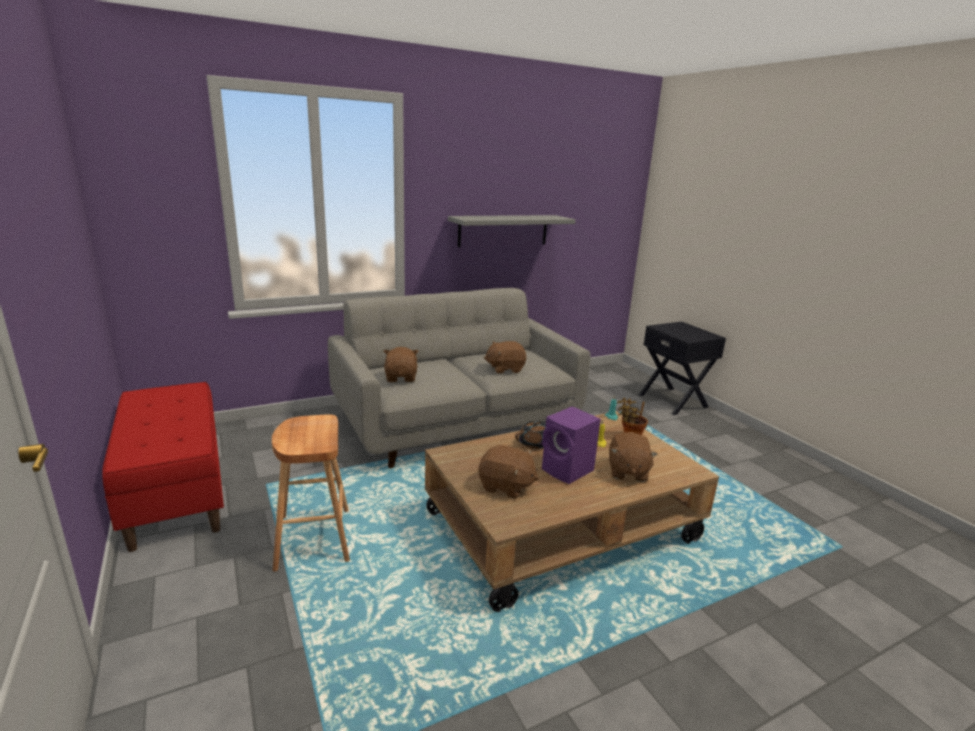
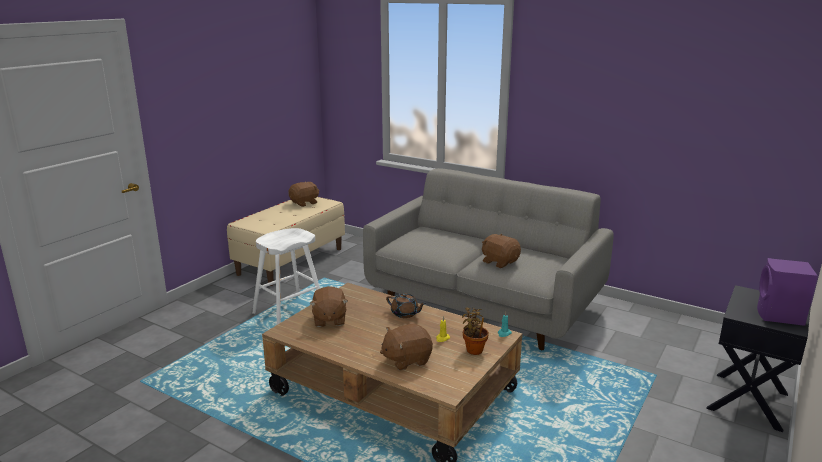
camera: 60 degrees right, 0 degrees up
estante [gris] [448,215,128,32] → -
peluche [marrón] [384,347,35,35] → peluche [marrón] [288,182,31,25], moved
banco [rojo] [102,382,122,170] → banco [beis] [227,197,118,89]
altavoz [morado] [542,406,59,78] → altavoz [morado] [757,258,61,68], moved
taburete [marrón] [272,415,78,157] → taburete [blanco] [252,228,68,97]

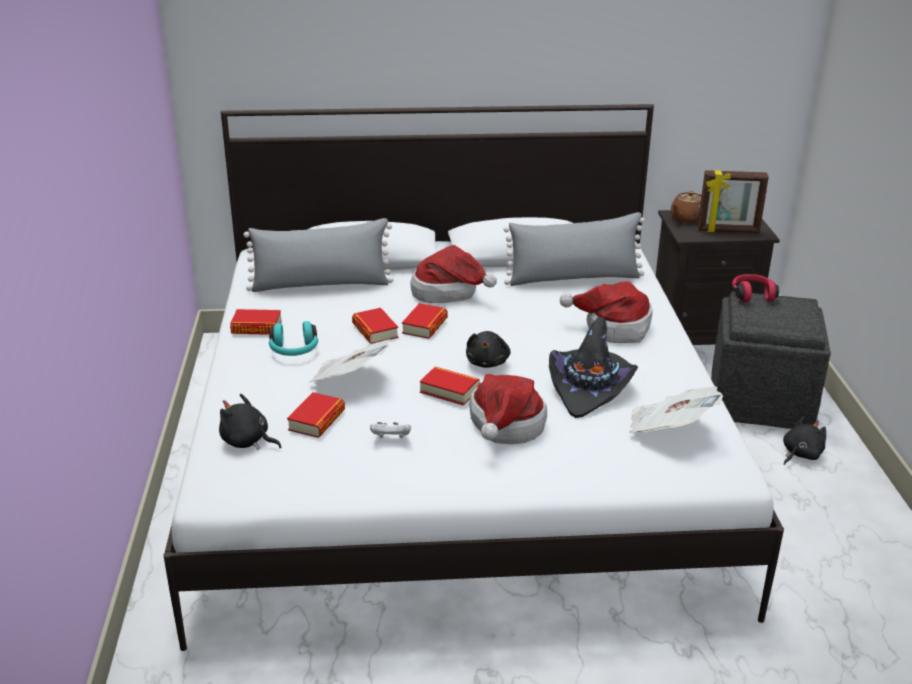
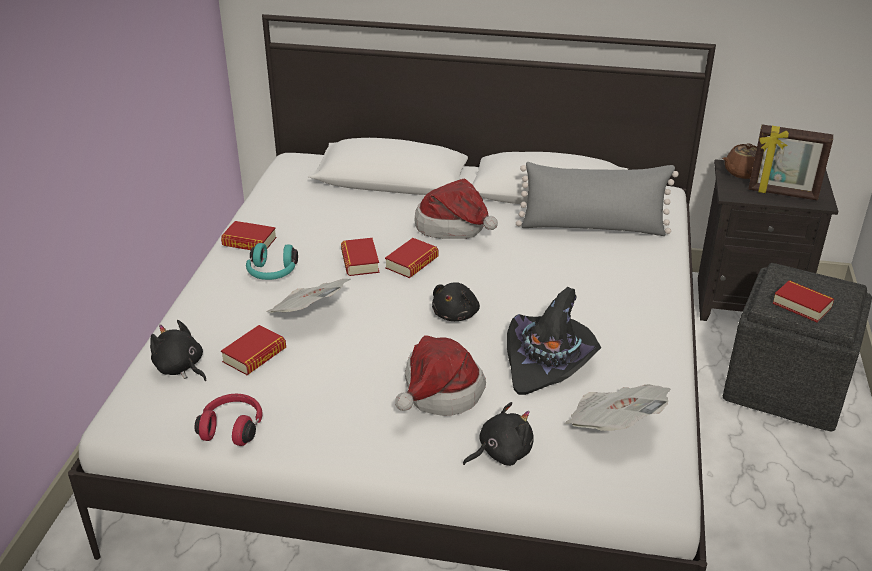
camera: 15 degrees right, 5 degrees up
cojín [gris] [243,218,150,74] → -
auriculares [rojo] [732,274,47,28] → auriculares [rojo] [195,394,68,52], moved
sombrero [560,281,93,62] → -
libro [420,367,60,39] → libro [772,280,62,42], moved
peluche [negro] [783,416,43,49] → peluche [negro] [463,402,71,64], moved
mando de consola [blanco] [370,422,41,16] → -

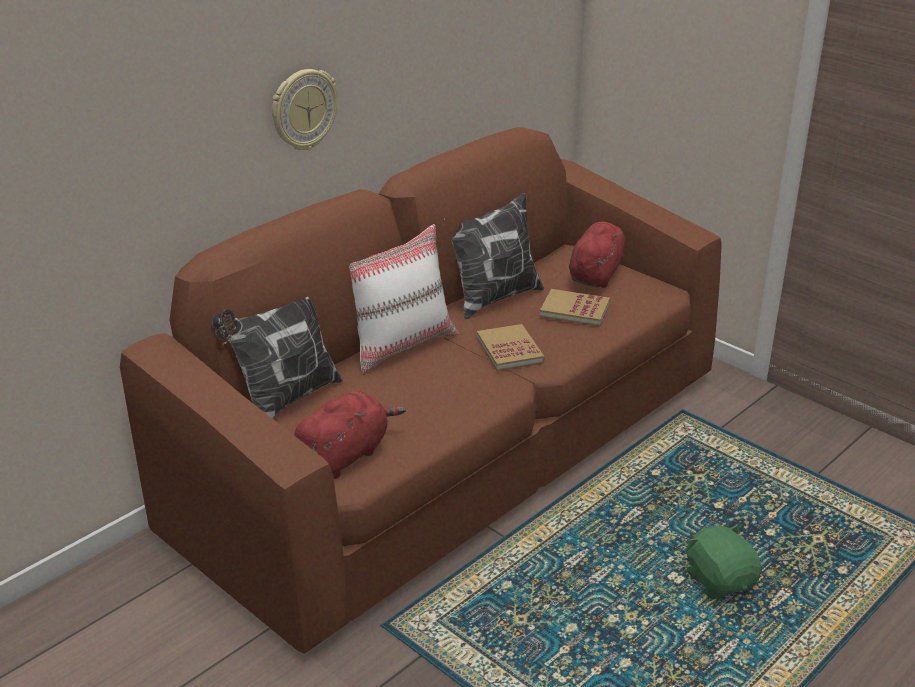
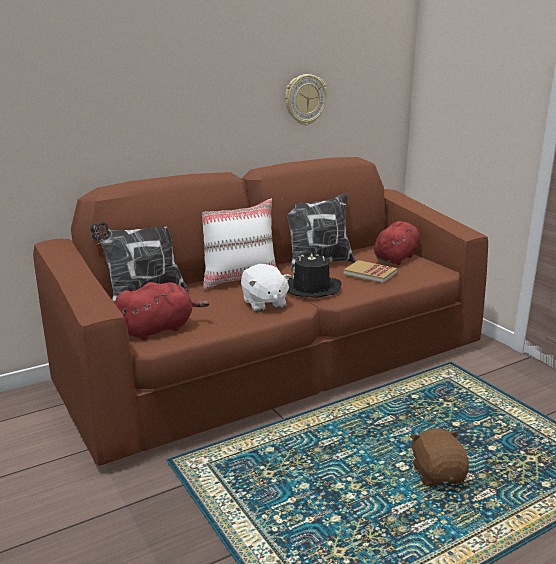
camera: 15 degrees right, 10 degrees down
reloj de pared [272,69,66,81] → reloj de pared [285,74,42,51], moved
libro [477,324,68,47] → sombrero [negro] [288,254,53,44]
peluche [verde] [685,525,77,74] → peluche [marrón] [410,428,59,58]
- → peluche [blanco] [241,264,50,48]

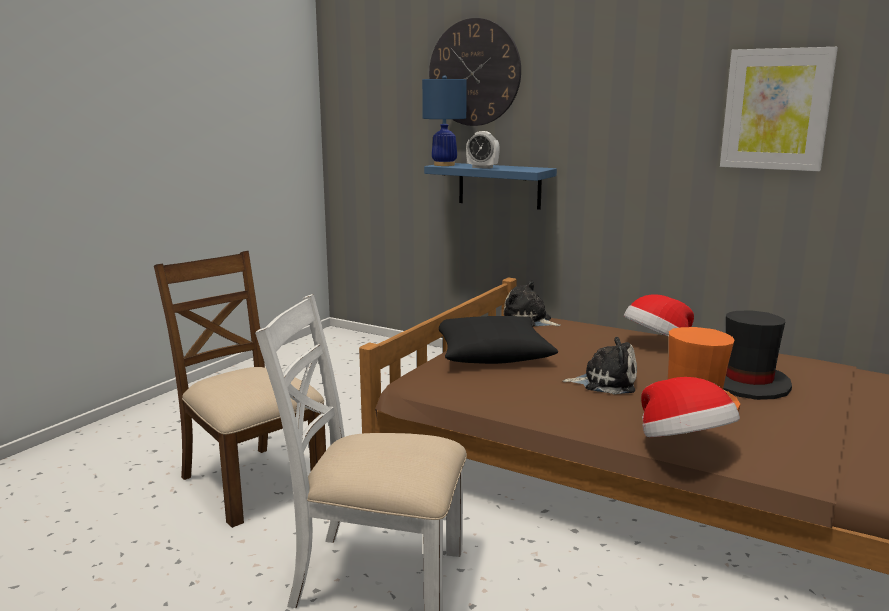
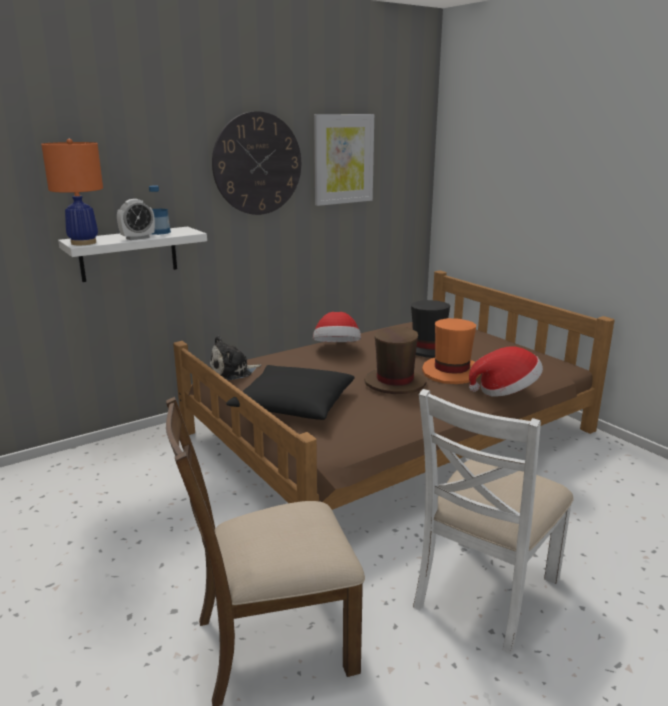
camera: 65 degrees left, 5 degrees up
reloj de pared [429,18,92,108] → reloj de pared [212,111,89,104], moved
lámpara de mesa [azul] [422,75,45,91] → lámpara de mesa [naranja] [41,139,62,106]
estante [azul] [424,163,133,47] → estante [blanco] [58,227,149,55]
peluche [563,337,74,57] → sombrero [marrón] [364,327,62,67]
- → botella [149,185,22,50]

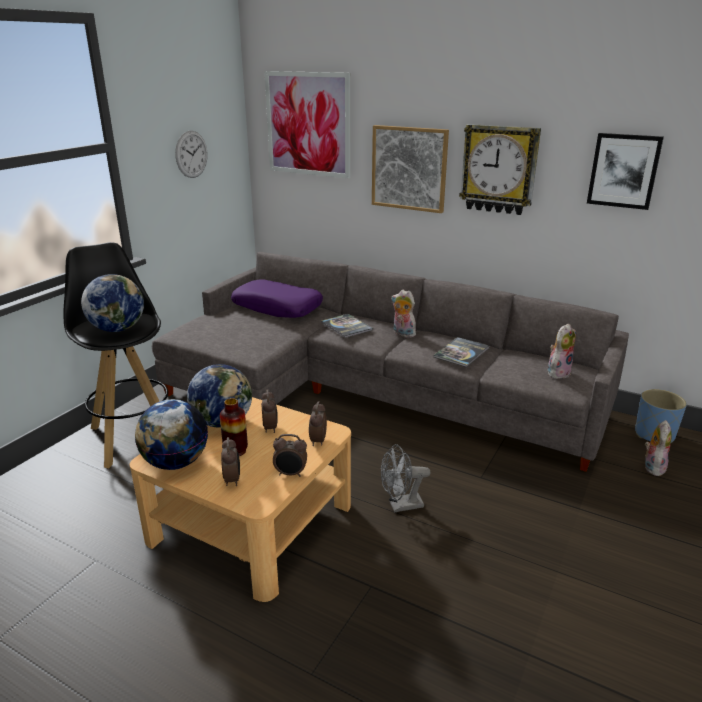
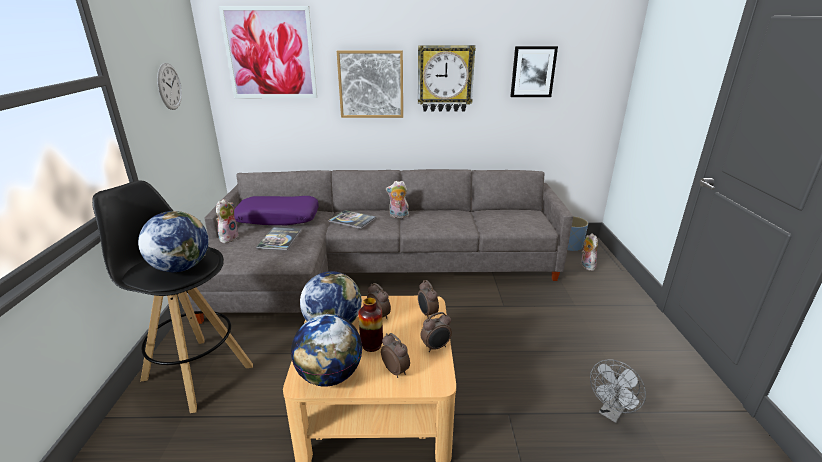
camera: 30 degrees left, 0 degrees up
peluche [548,324,28,55] → peluche [216,199,23,44], moved
libro [434,337,55,30] → libro [256,227,46,23], moved
ventilador [gris] [381,444,49,68] → ventilador [gris] [590,359,56,64], moved

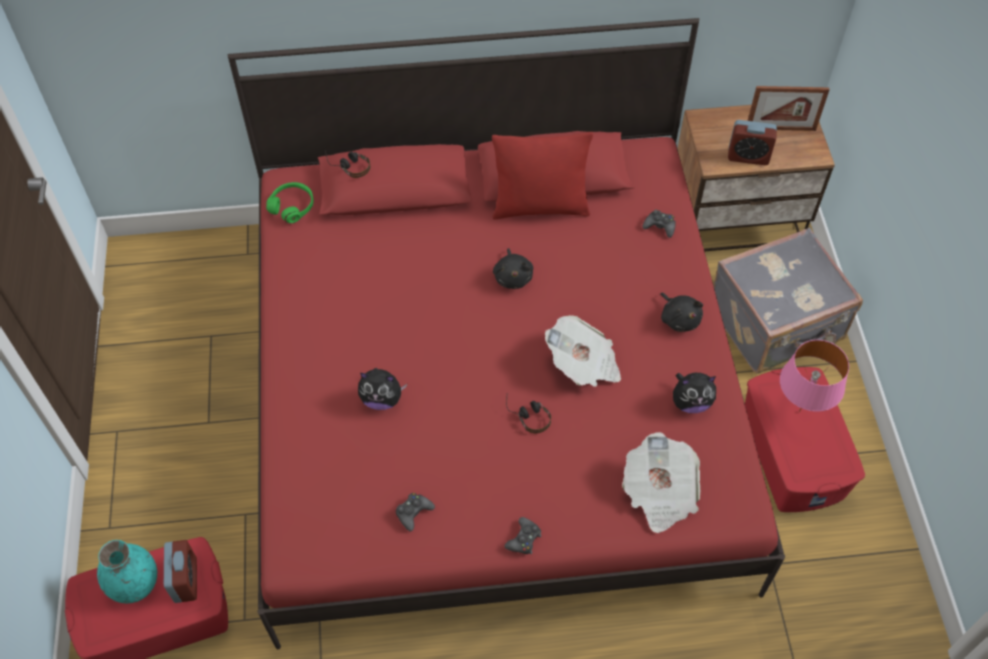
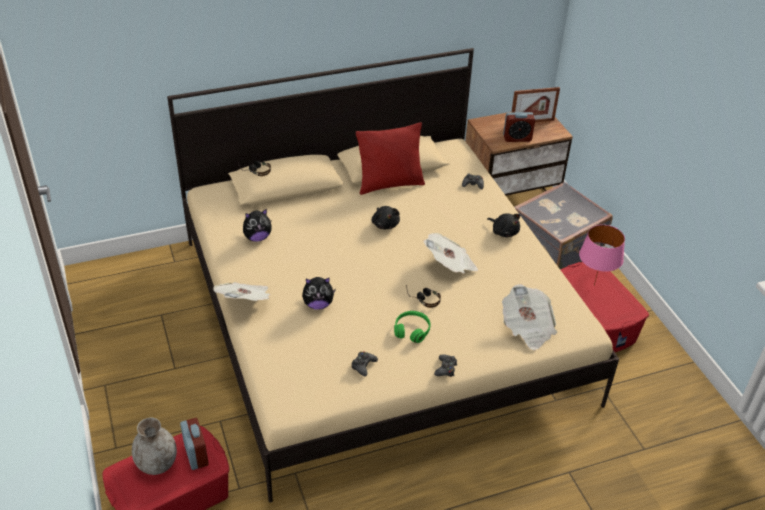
camera: 15 degrees left, 15 degrees down
cama [rojo] [228,18,557,631] → cama [beis] [167,48,452,455]
auriculares [verde] [266,182,48,41] → auriculares [verde] [394,311,37,32], moved
peluche [673,373,43,40] → peluche [243,209,29,33], moved
florero [turquesa] [97,540,60,63] → florero [gris] [132,418,45,57]
- → periódico [213,282,57,19]

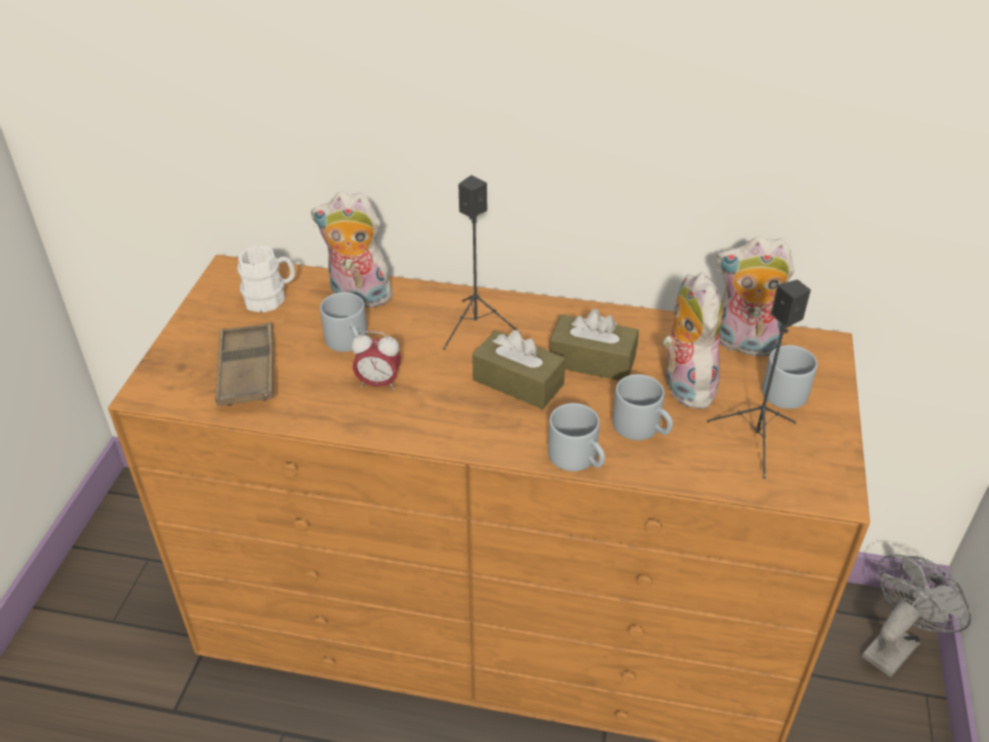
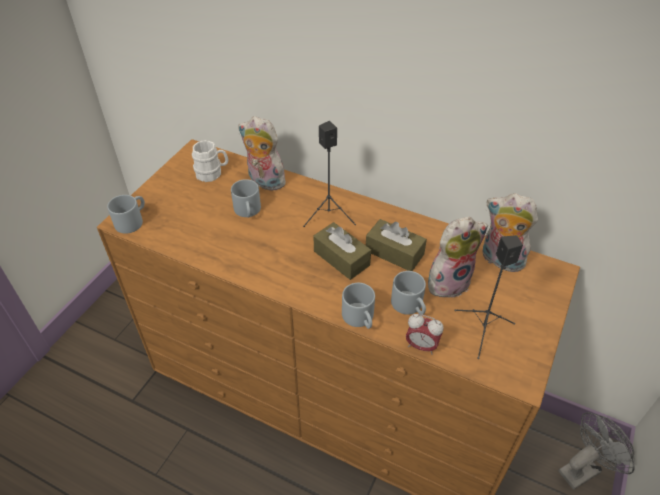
camera: 15 degrees right, 5 degrees up
peluche [663,272,60,137] → peluche [428,217,60,81], 60 degrees clockwise
bandeja [marrón] [215,322,59,84] → -
despertador [351,331,50,59] → despertador [406,314,37,41], moved
taza grande [gris] [762,345,56,64] → taza grande [gris] [107,195,38,39], moved

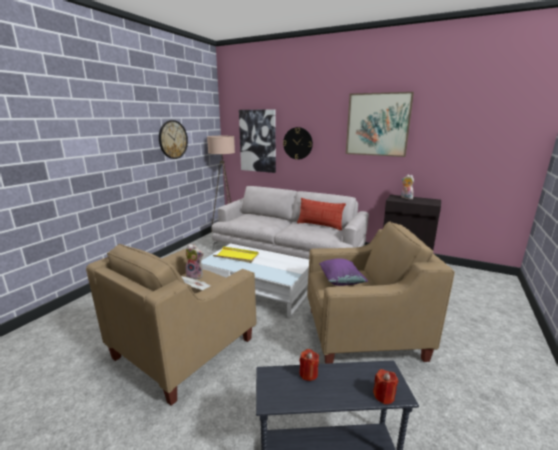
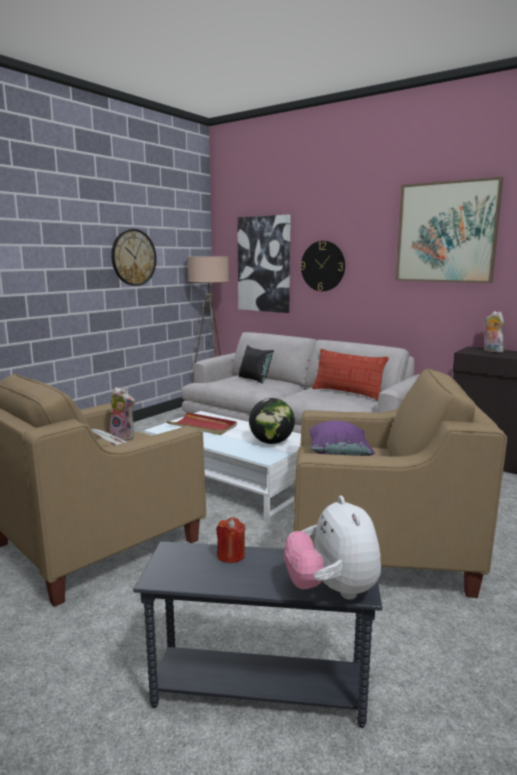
camera: 10 degrees right, 5 degrees down
bandeja [amarillo] [213,246,46,17] → bandeja [rojo] [167,412,70,23]
vela [rojo] [373,369,25,35] → peluche [284,496,97,104]
- → cojín [negro] [239,345,35,39]
- → globo terráqueo [249,398,46,46]

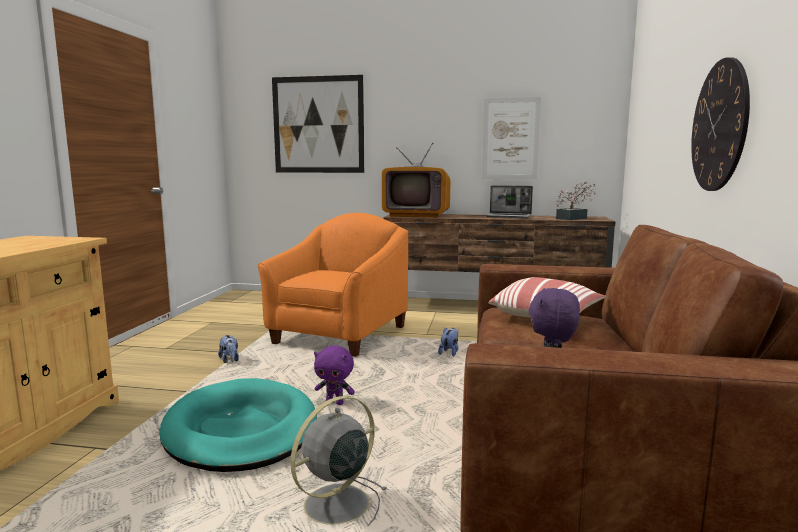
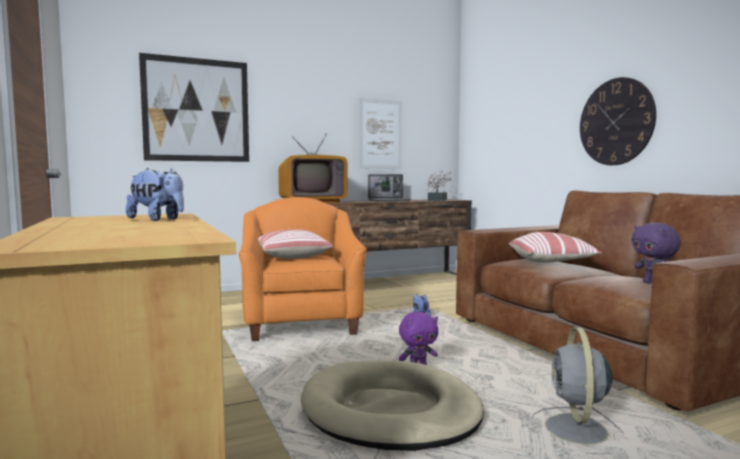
camera: 35 degrees left, 5 degrees down
peluche [218,335,21,28] → peluche [126,168,58,53], moved
cama para perro [turquesa] [159,378,158,94] → cama para perro [beis] [301,360,183,91]
- → cojín [258,229,76,30]

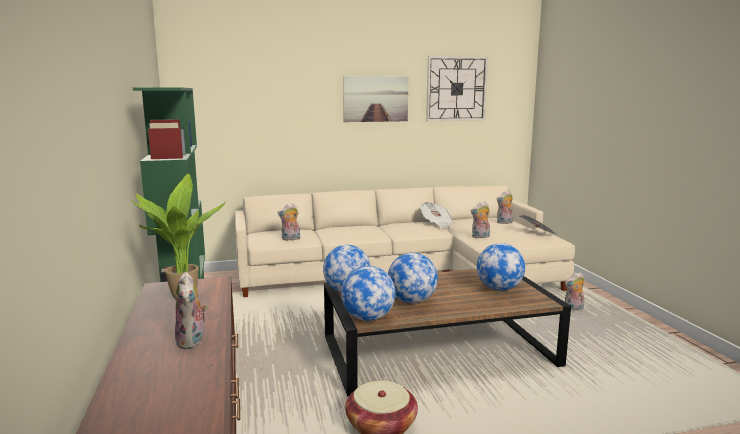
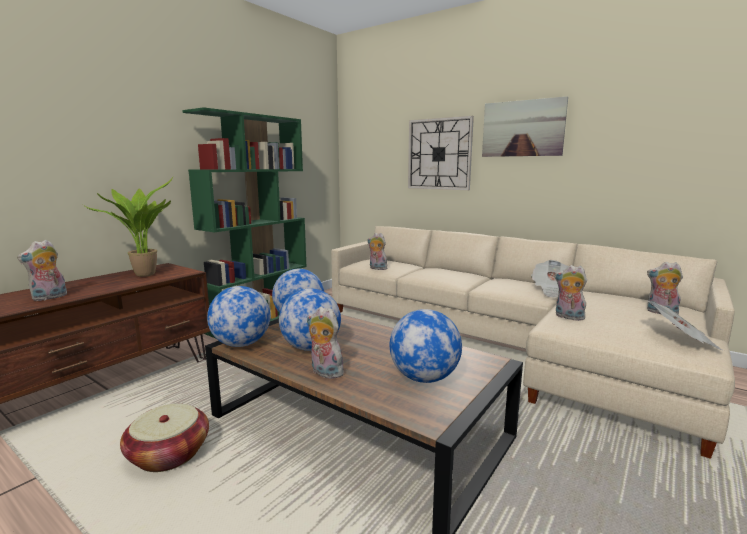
camera: 50 degrees right, 0 degrees up
reloj de pared [426,56,62,65] → reloj de pared [408,116,66,74], moved
peluche [565,272,19,39] → peluche [307,307,37,72], moved

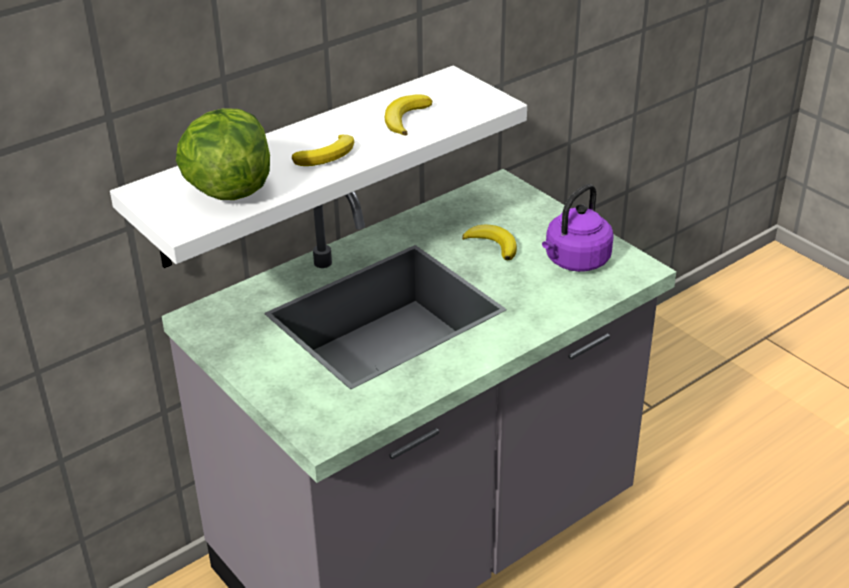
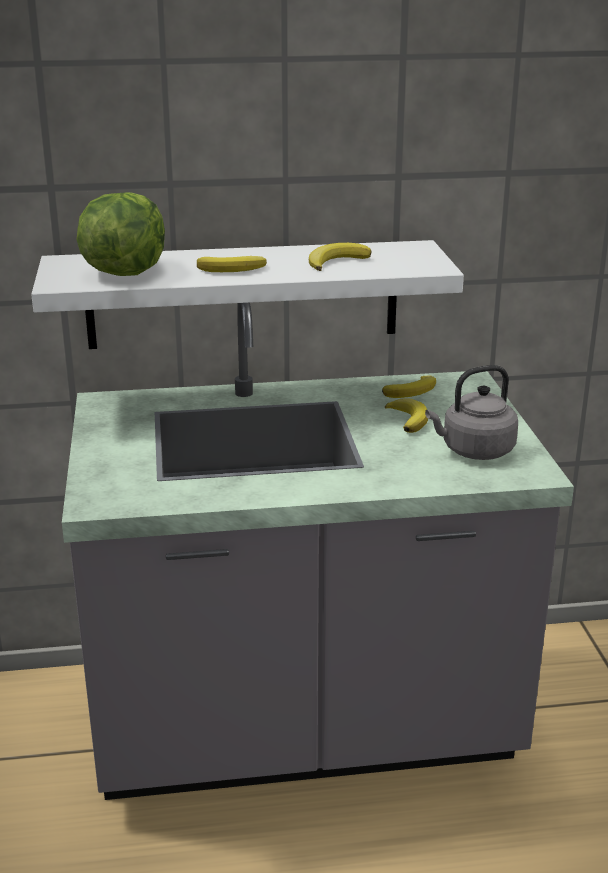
camera: 30 degrees right, 10 degrees down
hervidor [morado] [542,184,72,88] → hervidor [gris] [425,365,93,95]
- → plátano [382,375,54,23]

